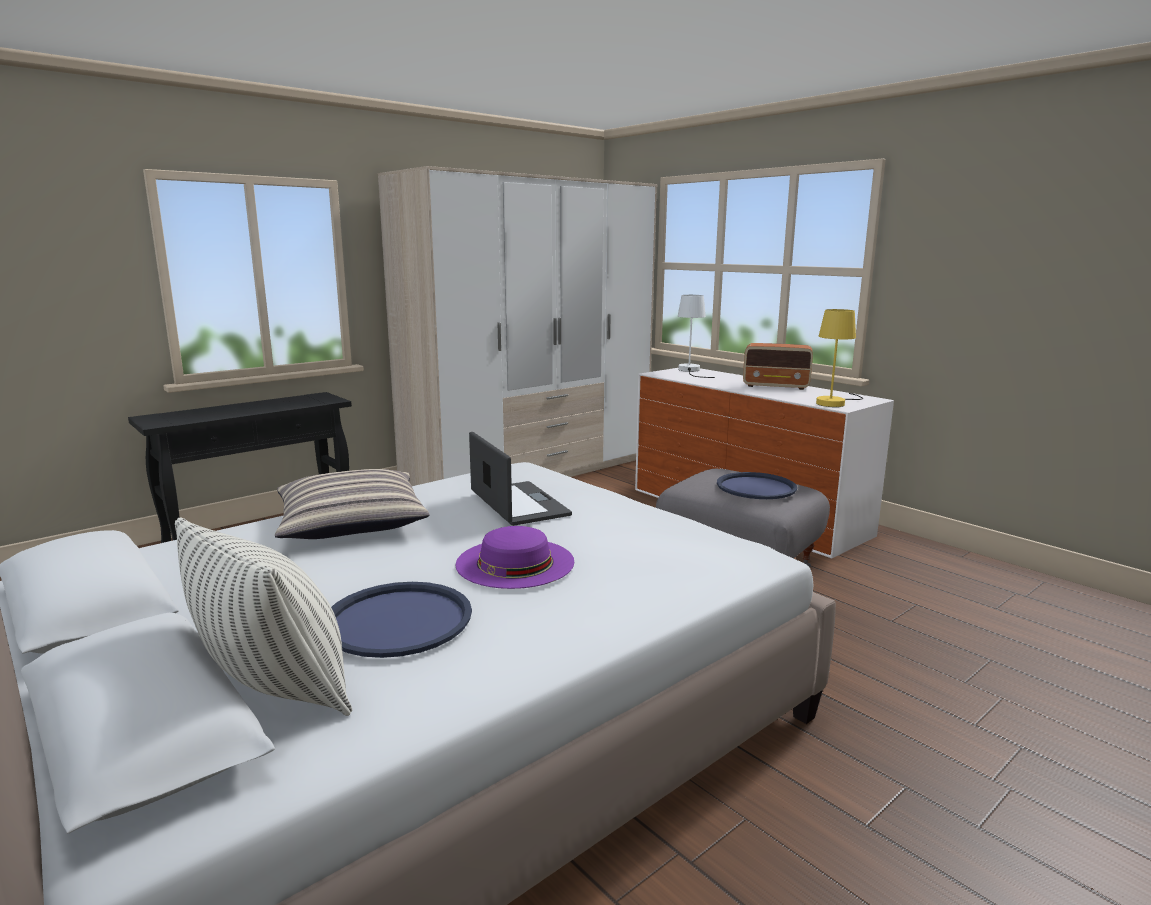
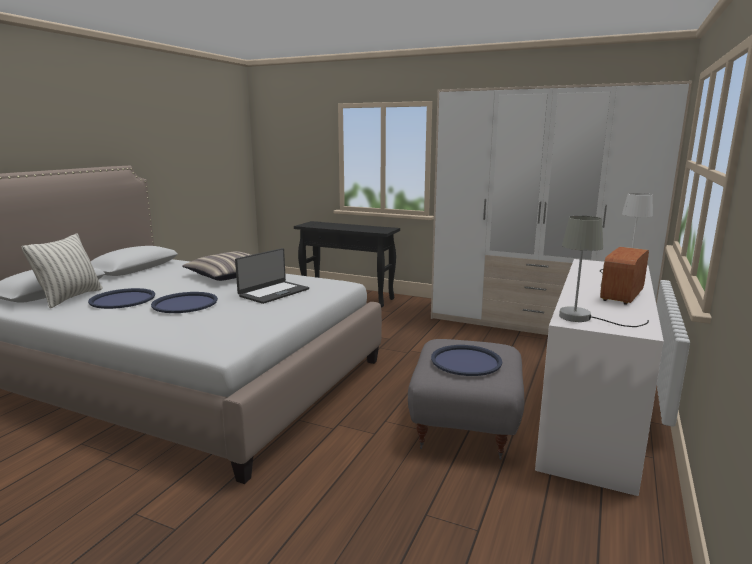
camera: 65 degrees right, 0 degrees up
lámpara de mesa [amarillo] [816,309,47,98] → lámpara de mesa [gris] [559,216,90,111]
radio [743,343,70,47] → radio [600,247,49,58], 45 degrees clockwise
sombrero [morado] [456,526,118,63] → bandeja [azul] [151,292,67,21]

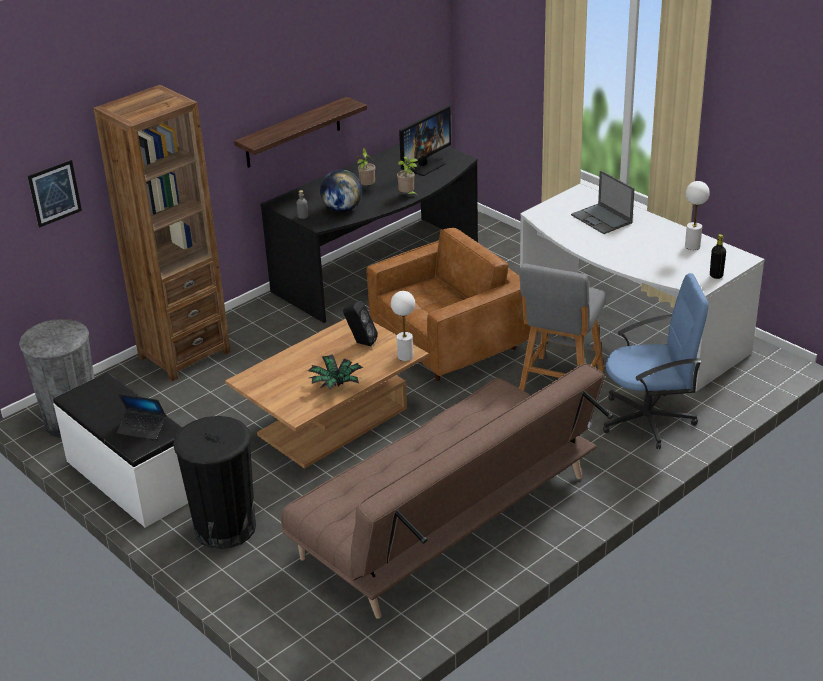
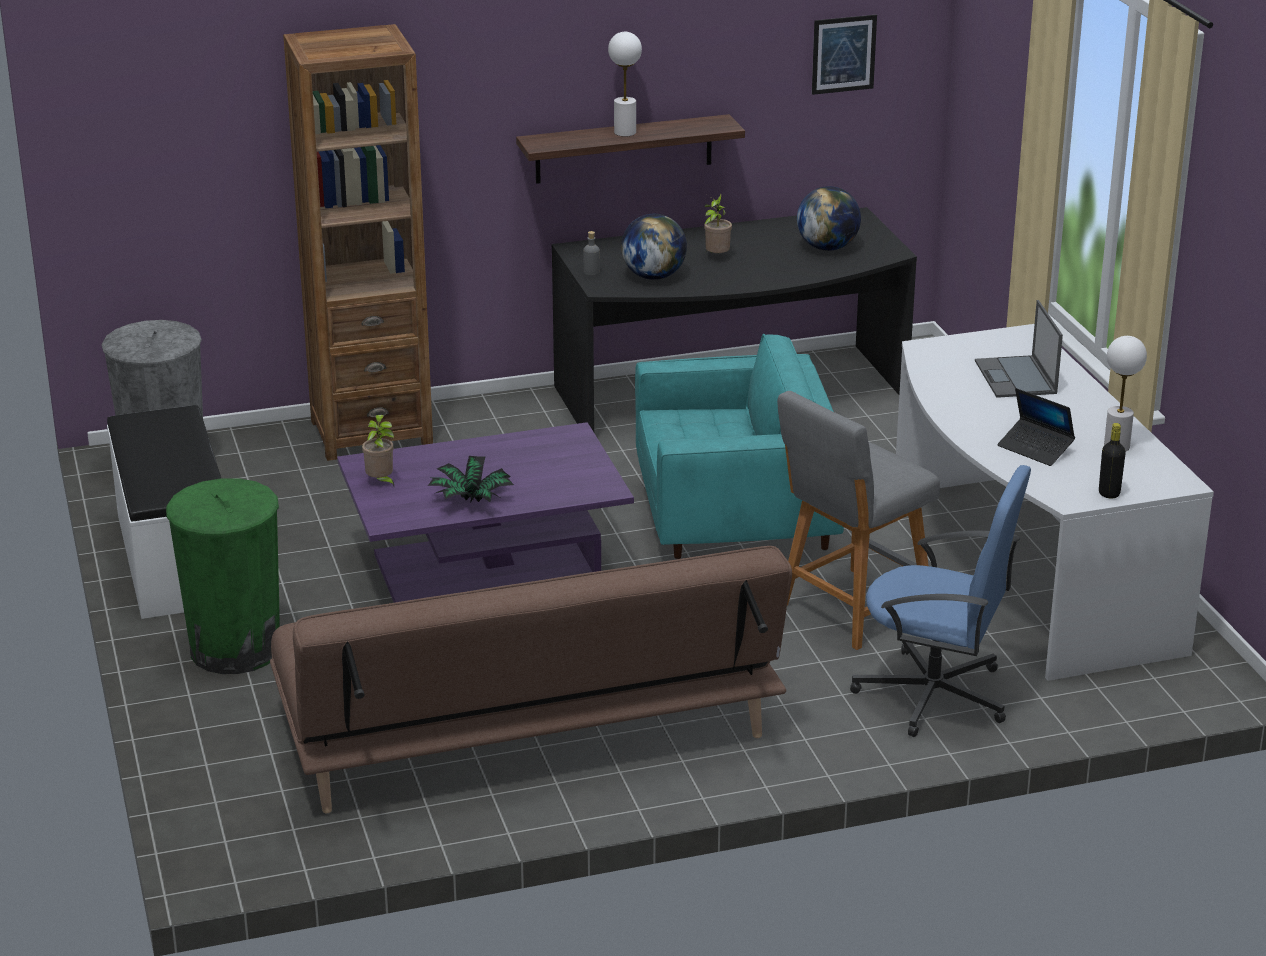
camera: 25 degrees right, 5 degrees down
monitor [399,106,52,70] → globo terráqueo [797,186,64,65]
planta en maceta [397,157,21,39] → planta en maceta [362,415,33,73], moved
cuadro [28,160,54,68] → cuadro [812,15,65,80], moved
sillón [marrón] [366,228,165,153] → sillón [turquesa] [635,334,209,225]
lámpara de mesa [blanco] [391,291,24,70] → lámpara de mesa [blanco] [608,32,34,105], moved
altavoz [negro] [343,301,35,45] → -
mesa de centro [marrón] [225,319,204,150] → mesa de centro [morado] [337,422,297,181]
portátil [117,394,49,46] → portátil [997,388,78,78], moved
papelera [negro] [173,416,83,133] → papelera [verde] [166,478,114,196]

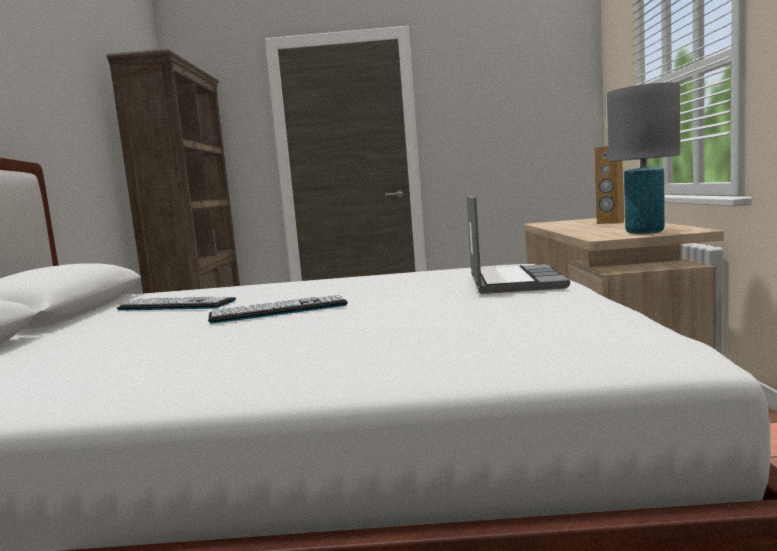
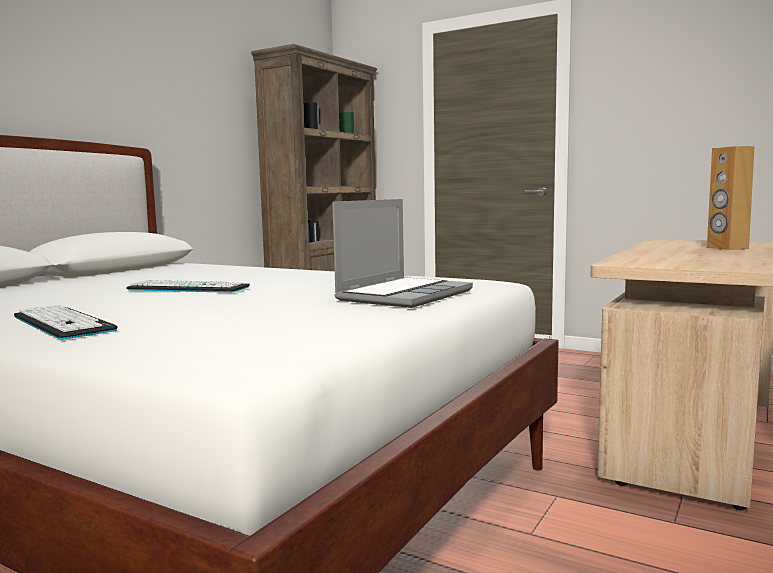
camera: 30 degrees right, 0 degrees up
lámpara de mesa [gris] [607,82,73,152] → -
teclado [117,297,119,14] → teclado [14,305,104,35], moved

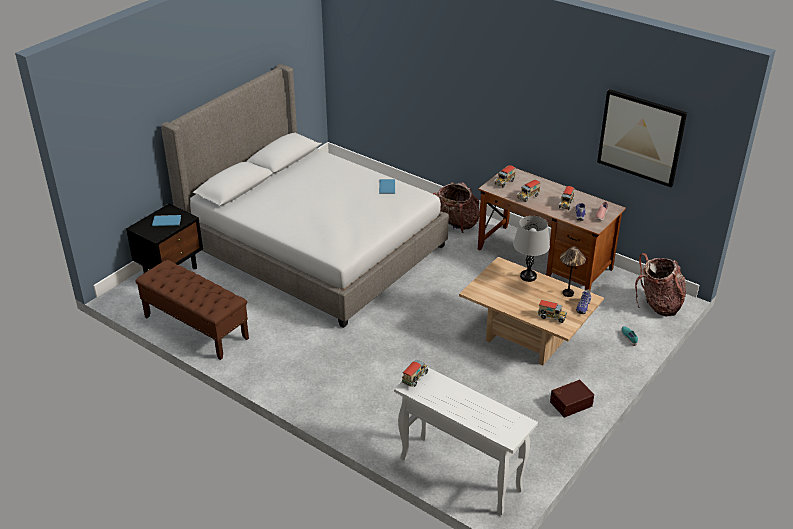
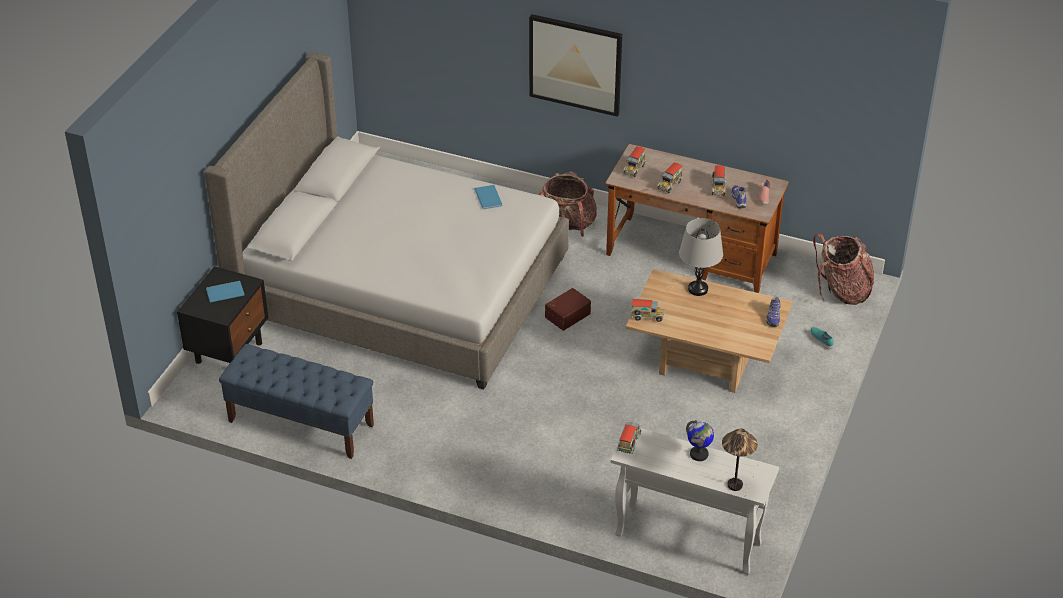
camera: 15 degrees left, 5 degrees up
cuadro [597,89,90,98] → cuadro [529,14,93,103], moved
lámpara de mesa [560,247,26,50] → lámpara de mesa [722,428,36,63], moved
banco [marrón] [135,260,114,100] → banco [azul] [219,344,155,115]
camión de juguete [538,300,30,23] → camión de juguete [631,299,33,23], moved
caja de almacenaje [marrón] [550,379,44,39] → caja de almacenaje [marrón] [545,288,46,43], moved
- → globo terráqueo [686,420,28,41]

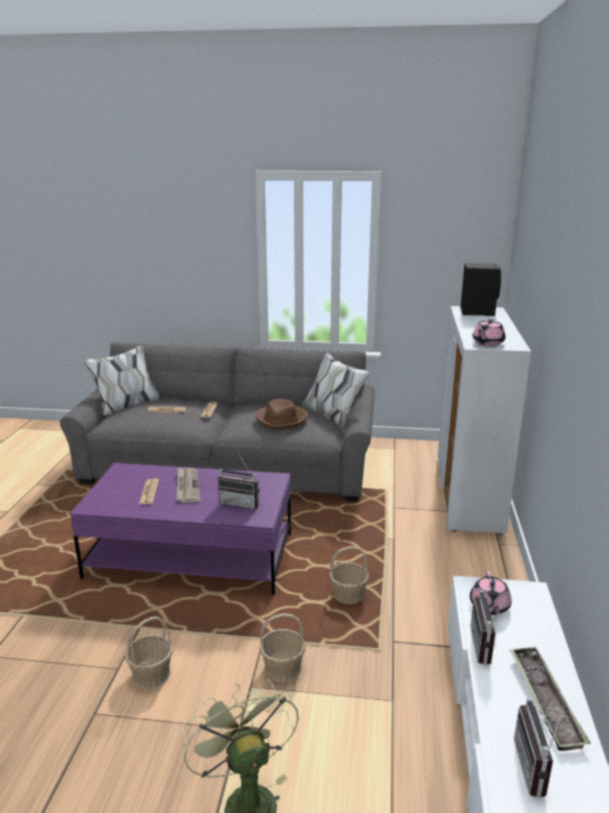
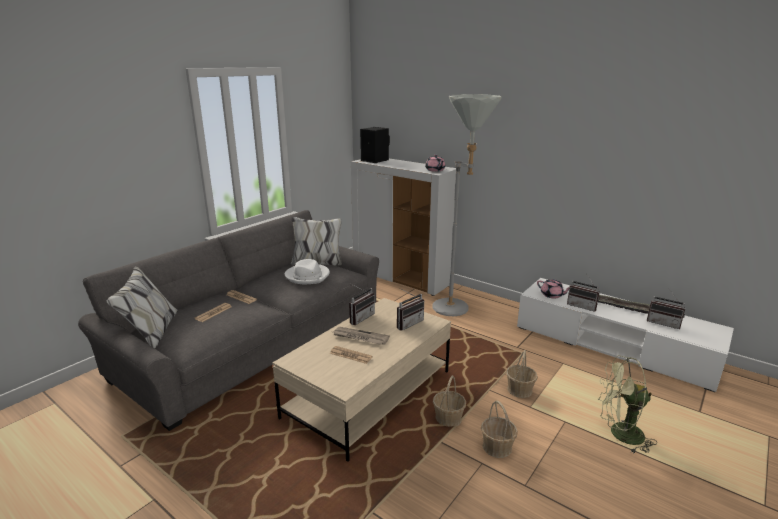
camera: 60 degrees left, 0 degrees up
sombrero [marrón] [256,399,52,30] → sombrero [blanco] [285,259,45,25]
mesa de centro [morado] [70,463,221,132] → mesa de centro [beis] [272,298,179,164]
cesta [330,546,39,58] → cesta [433,375,33,52], moved
- → lámpara de pie [gris] [432,94,69,222]
- → radio [349,284,26,41]

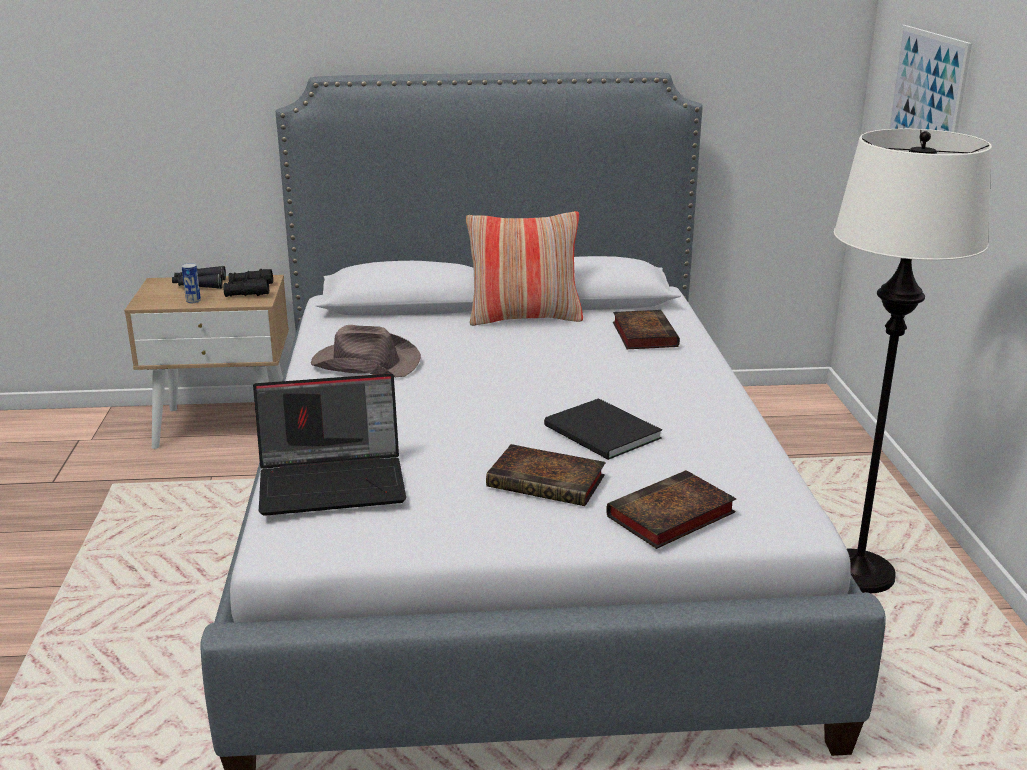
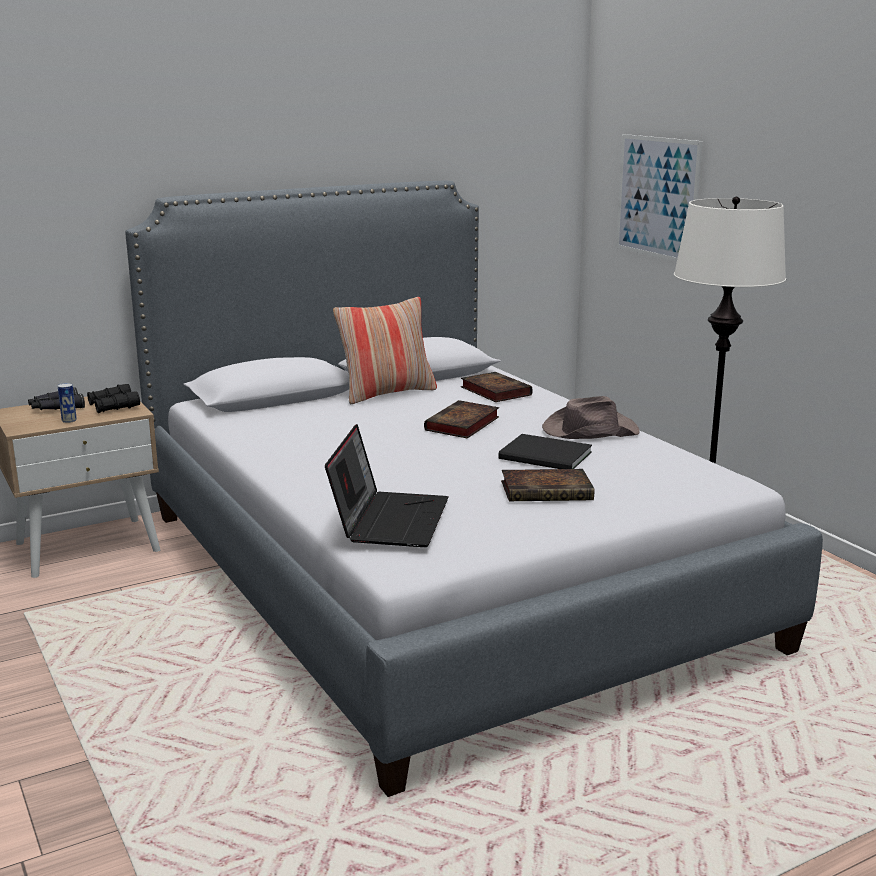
camera: 25 degrees left, 5 degrees down
sombrero [marrón] [311,325,110,52] → sombrero [marrón] [542,396,97,43], moved
portátil [253,374,153,142] → portátil [325,424,124,123], 45 degrees counterclockwise
libro [606,470,131,79] → libro [424,400,75,39], moved

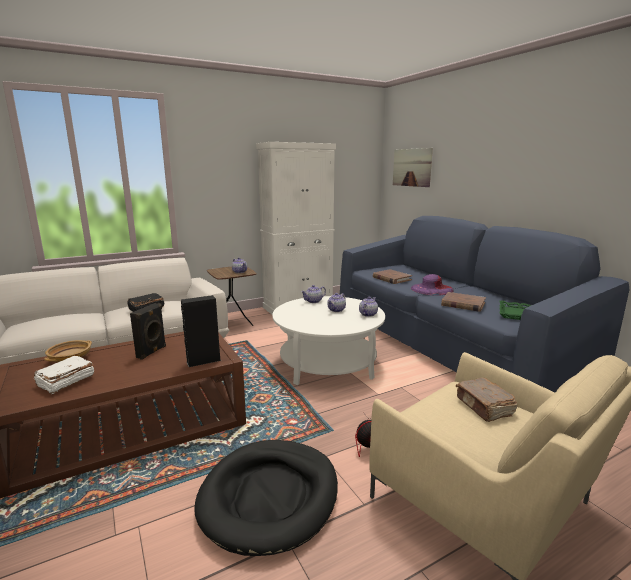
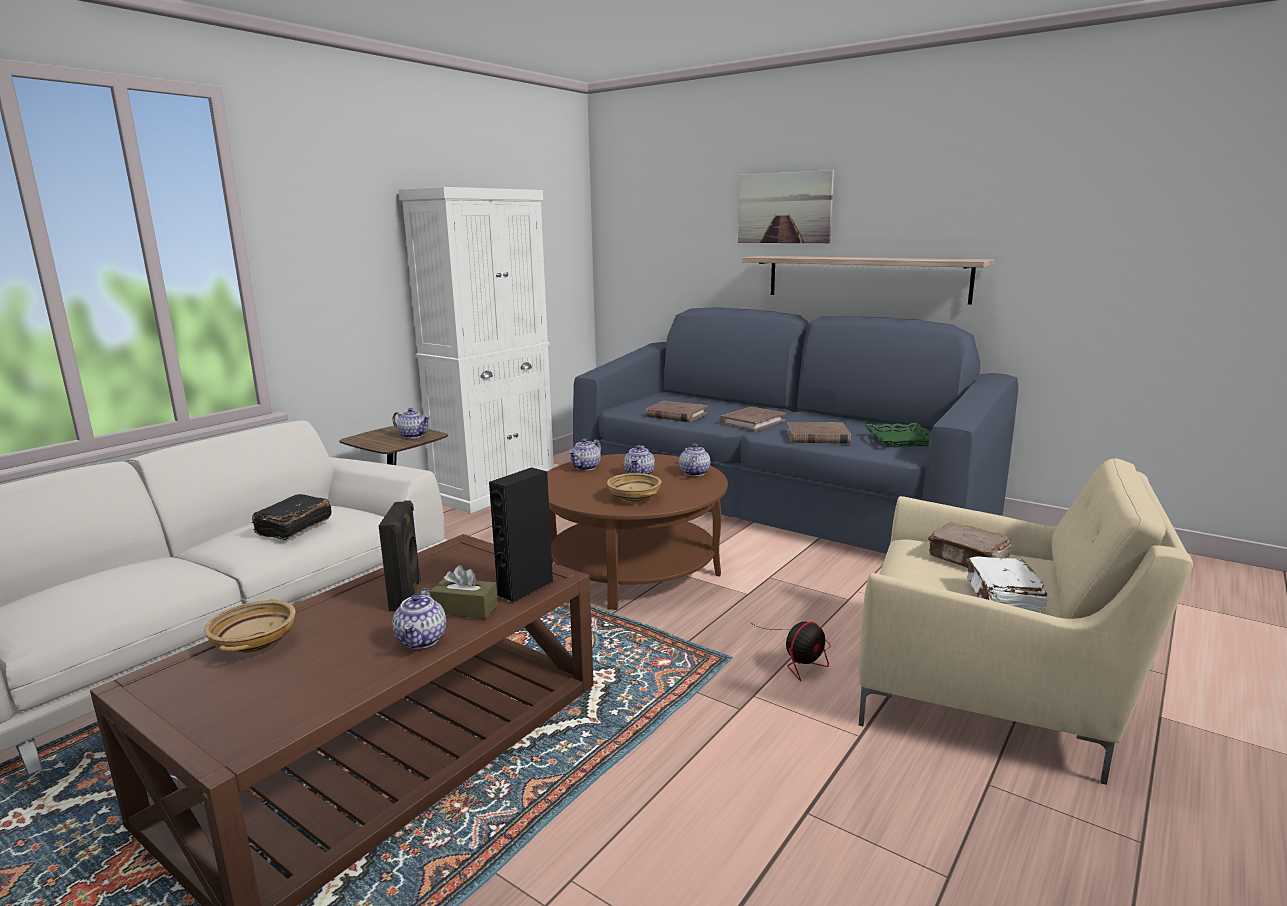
camera: 25 degrees left, 0 degrees up
cuadro [393,148,40,39] → cuadro [738,170,96,73], moved
sombrero [morado] [411,274,43,22] → libro [marrón] [719,407,67,24]
mesa de centro [blanco] [272,296,113,89] → mesa de centro [marrón] [547,454,181,156]
libro [blanco] [34,356,60,38] → libro [blanco] [966,556,82,57], moved
cama para perro [negro] [194,440,144,116] → -
- → estante [743,256,251,49]
- → cuenco [beis] [607,473,55,30]
- → caja de pañuelos [marrón] [430,565,68,54]
- → tetera [392,588,54,61]

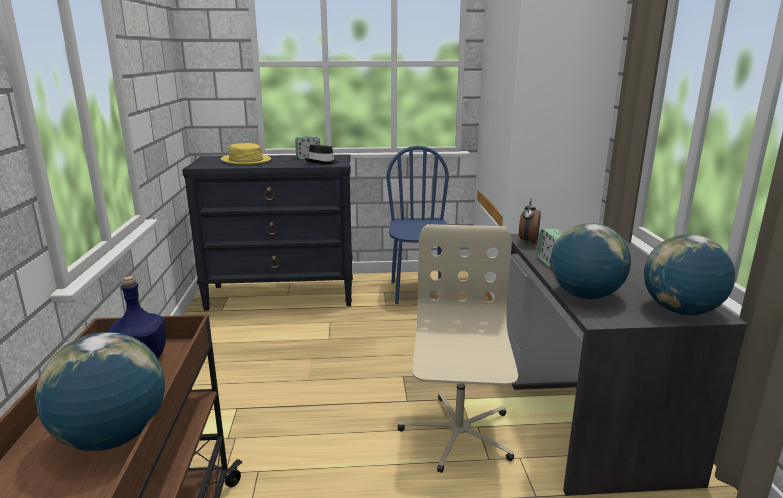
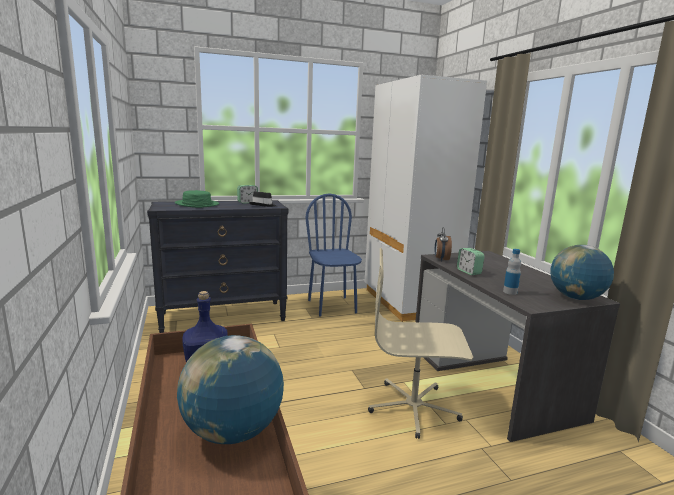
camera: 15 degrees left, 5 degrees down
sombrero [amarillo] [221,143,50,22] → sombrero [verde] [175,190,44,18]
globo terráqueo [551,223,80,76] → botella [503,249,18,46]
silla de oficina [beis] [398,224,120,249] → silla de oficina [beis] [368,248,105,191], 75 degrees counterclockwise

